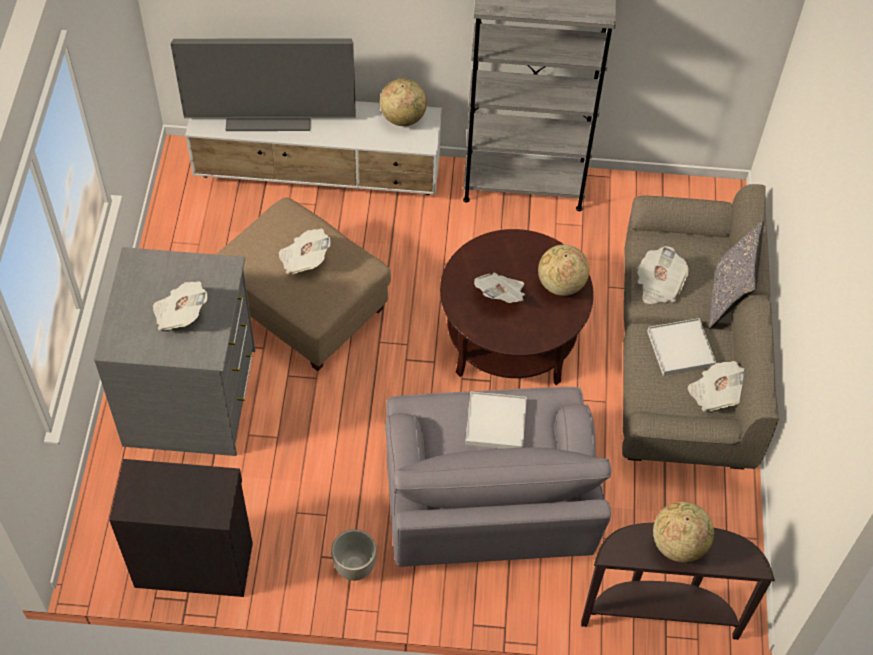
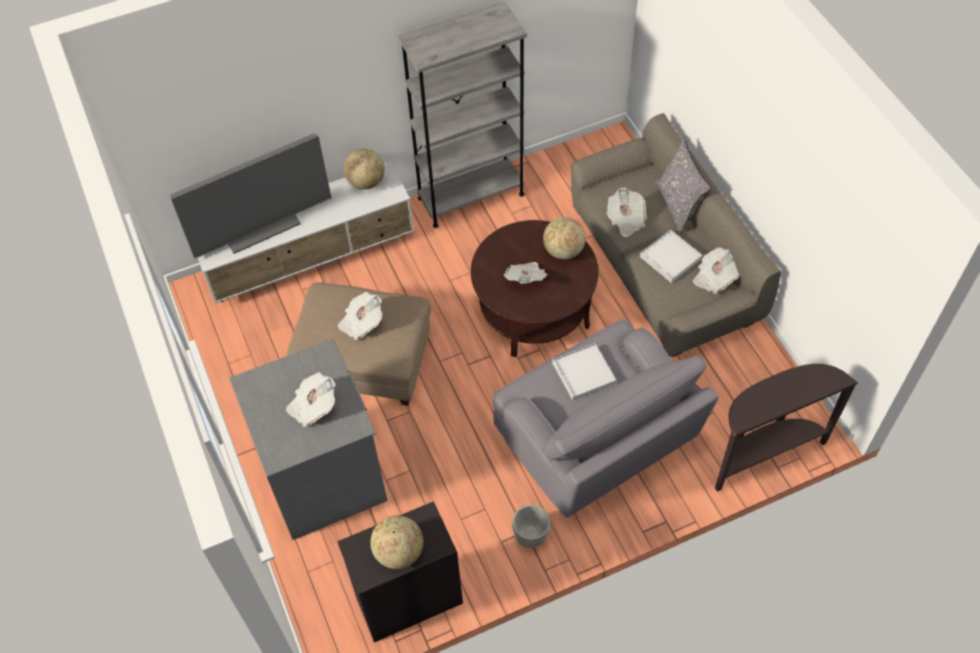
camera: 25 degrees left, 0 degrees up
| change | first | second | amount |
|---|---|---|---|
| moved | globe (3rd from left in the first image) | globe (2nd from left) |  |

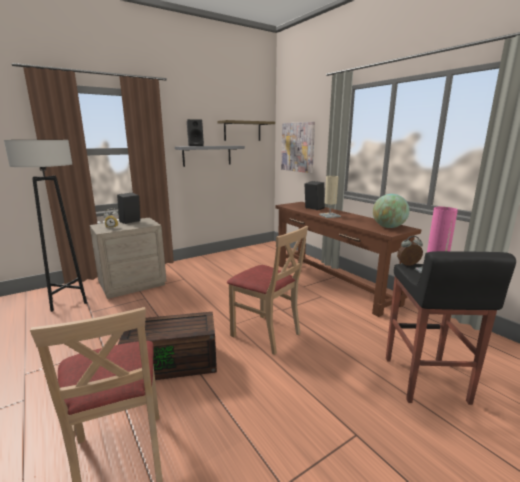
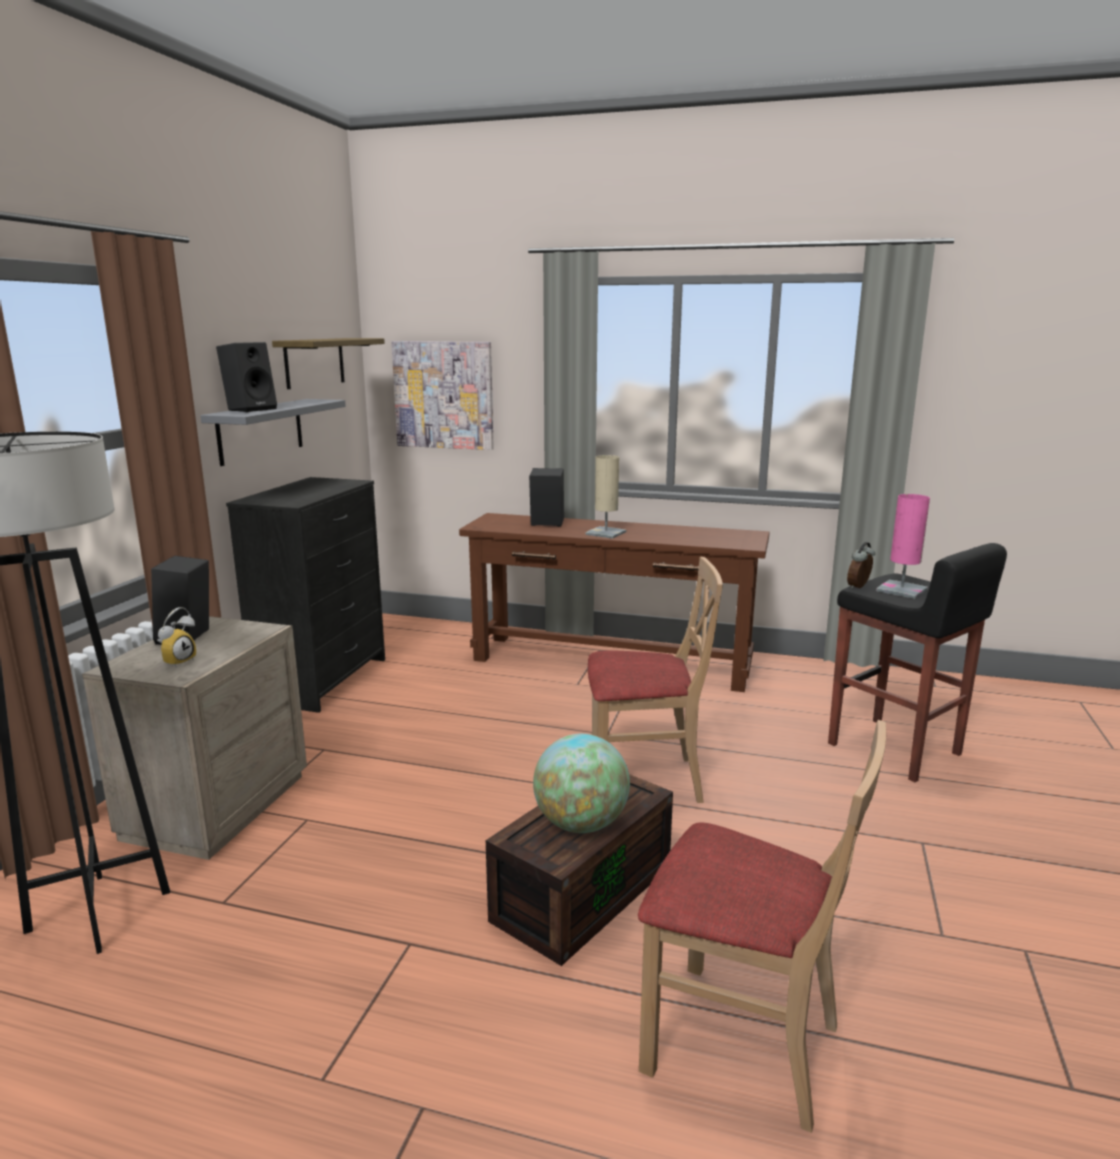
camera: 40 degrees left, 0 degrees up
| change | first | second | amount |
|---|---|---|---|
| added |  | commode/noir |  |
| moved | globe |  |  |

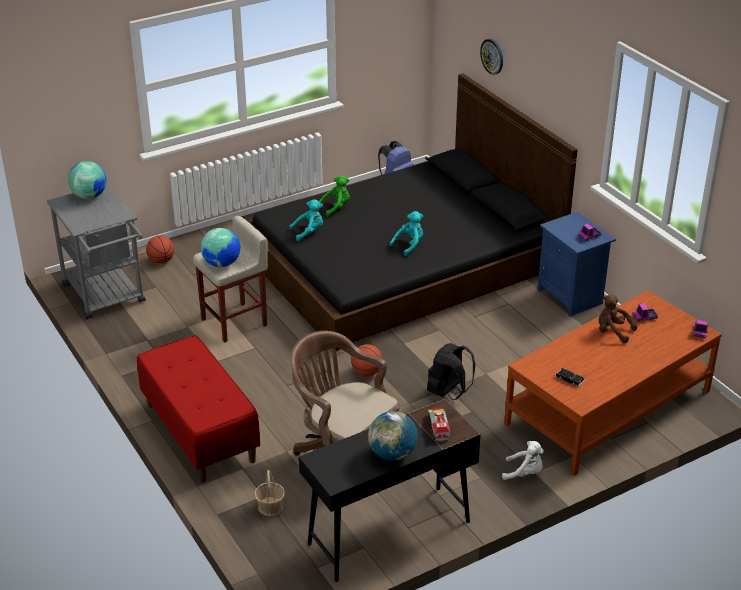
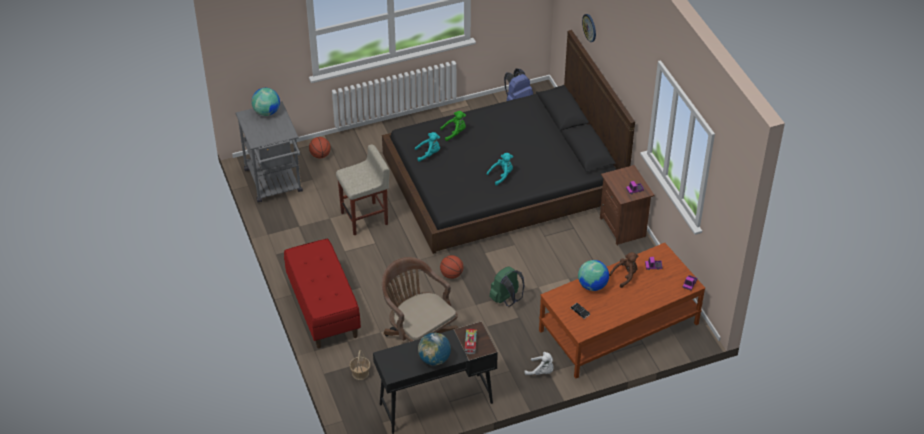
camera: 10 degrees right, 10 degrees up
| change | first | second | amount |
|---|---|---|---|
| recoloured | sac à dos/noir | sac à dos/vert |  |
| moved | globe (2nd from left in the first image) | globe (3rd from left) |  |
| recoloured | table de chevet/bleu | table de chevet/marron |  |
| turned | peluche/marron |  | 105 degrees clockwise |

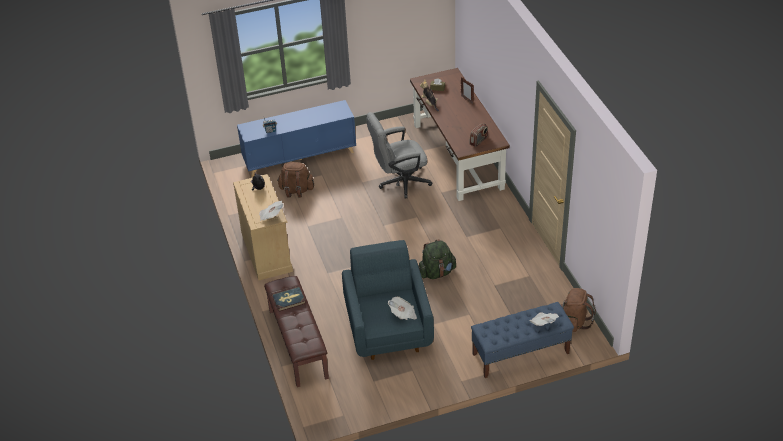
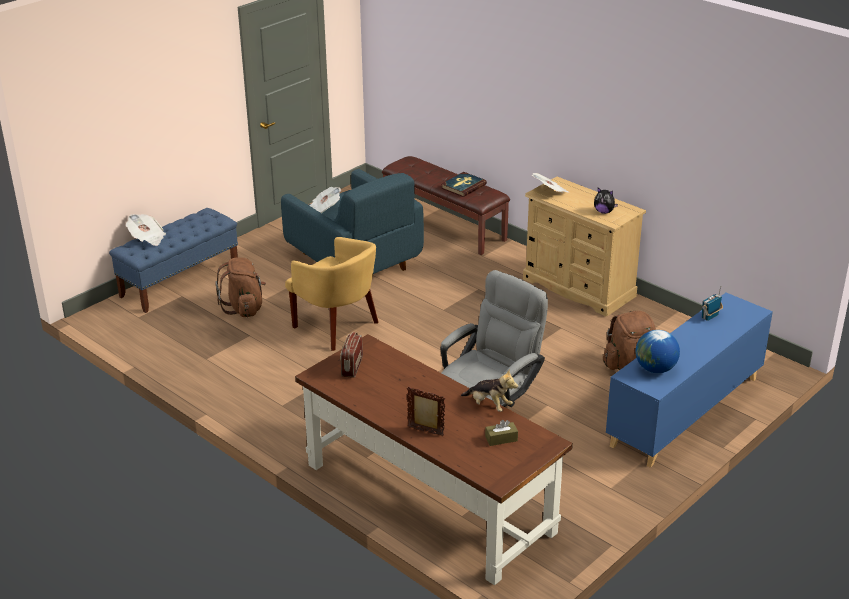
camera: 150 degrees right, 10 degrees down
| change | first | second | amount |
|---|---|---|---|
| moved | sac à dos/marron (2nd from left in the first image) | sac à dos/marron (1st from left) |  |
| replaced | sac à dos/vert | fauteuil/jaune |  |
| added |  | globe |  |

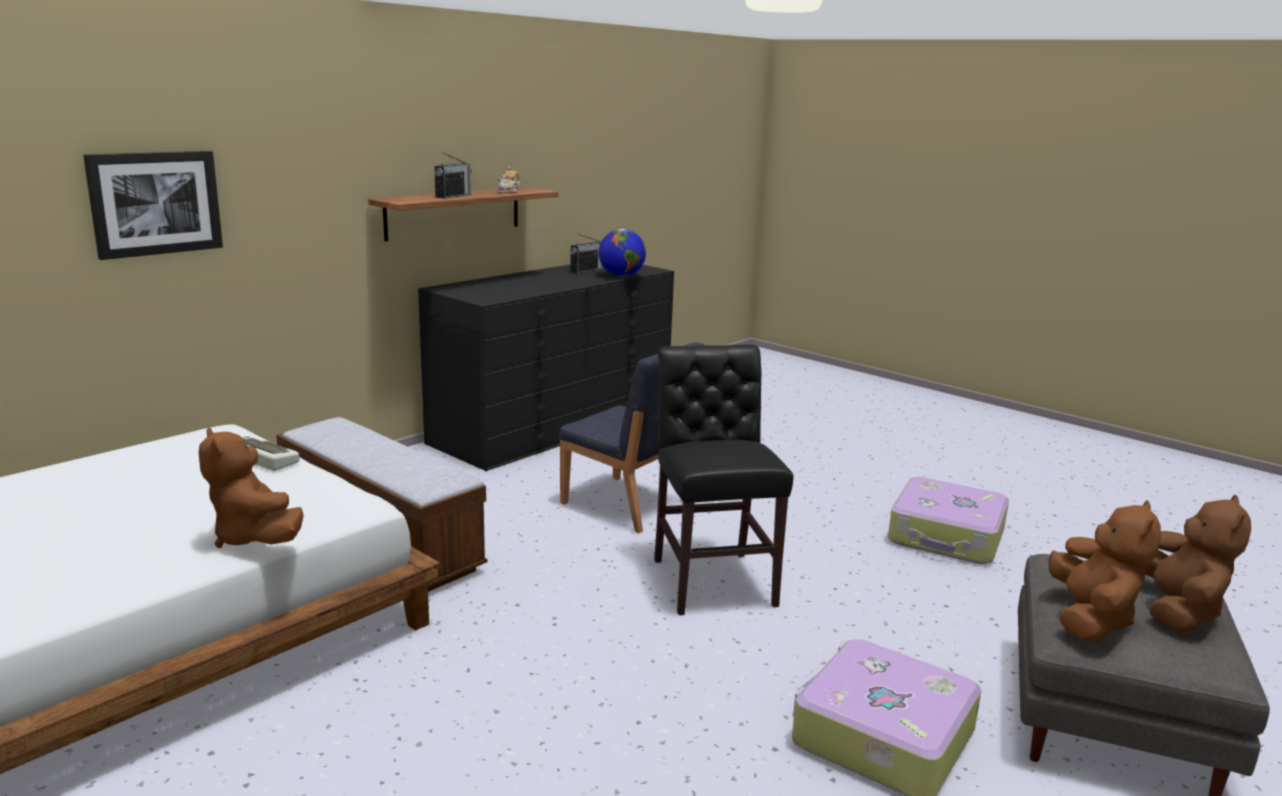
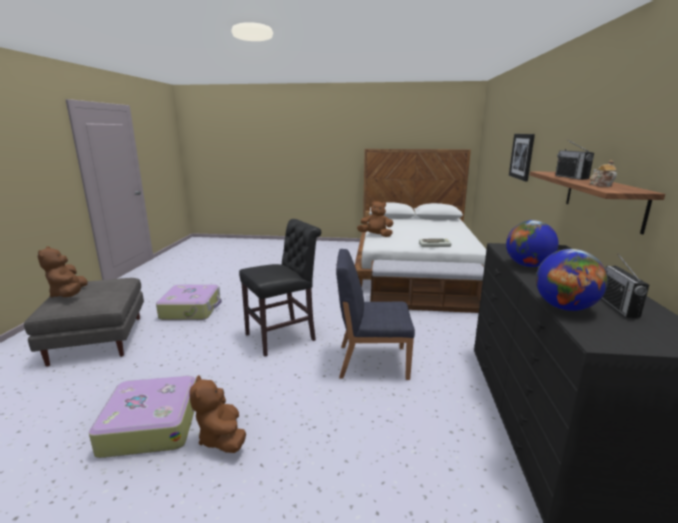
camera: 145 degrees right, 0 degrees up
| change | first | second | amount |
|---|---|---|---|
| moved | peluche/marron (2nd from left) |  |  |
| turned | chaise/noir |  | 75 degrees counterclockwise |
| added |  | globe (1st from left) |  |

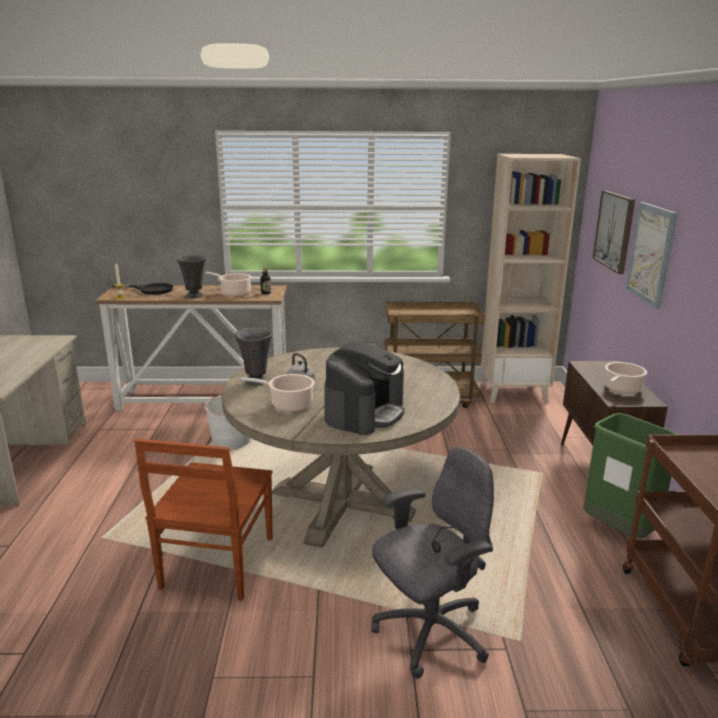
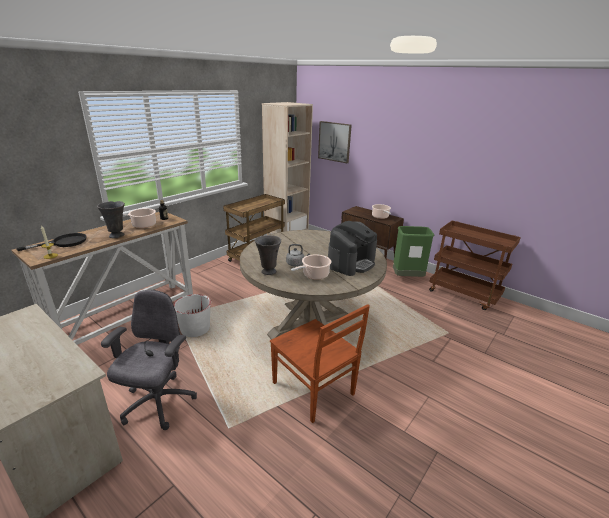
camera: 50 degrees left, 5 degrees up
| change | first | second | amount |
|---|---|---|---|
| moved | chaise de bureau/gris |  |  |
| turned | machine à café |  | 60 degrees clockwise |
| removed | tableau (2nd from left) |  |  |

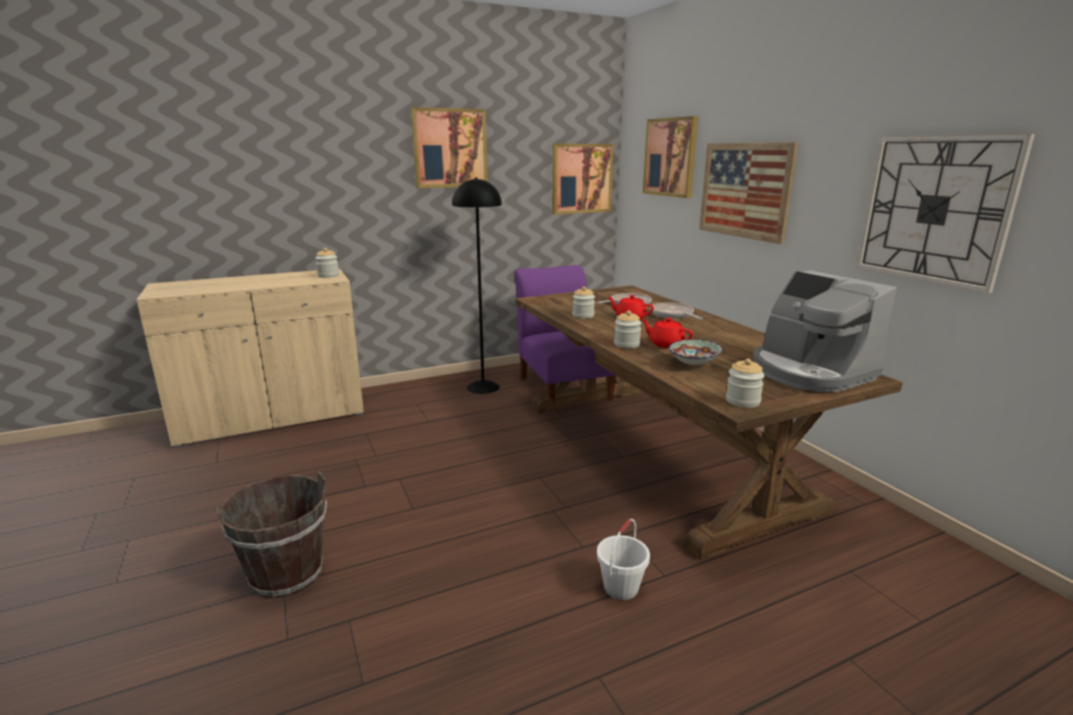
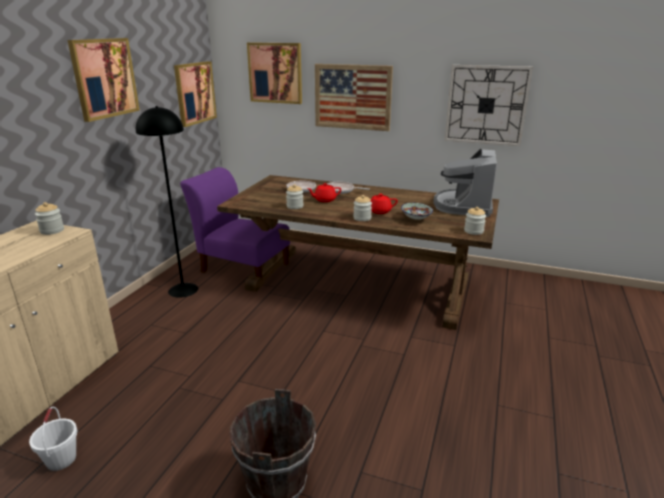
camera: 45 degrees left, 5 degrees up
| change | first | second | amount |
|---|---|---|---|
| moved | seau/blanc |  |  |
| turned | machine à café |  | 90 degrees clockwise |

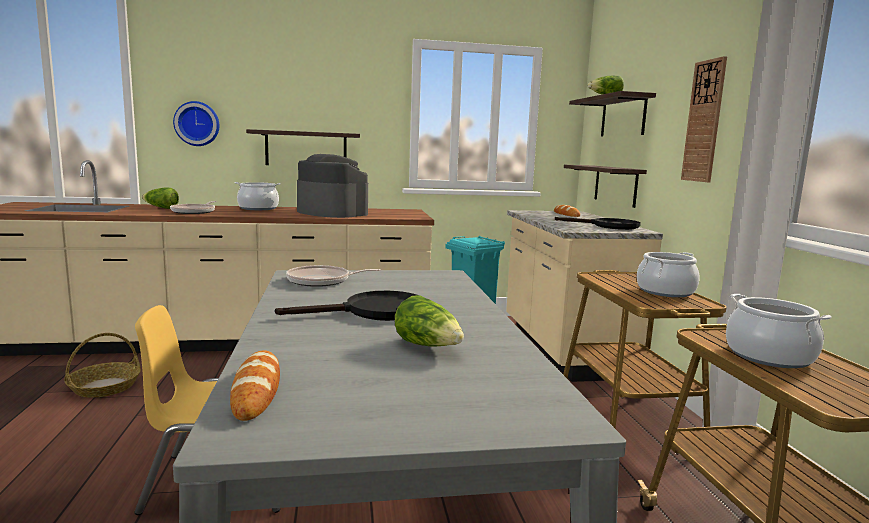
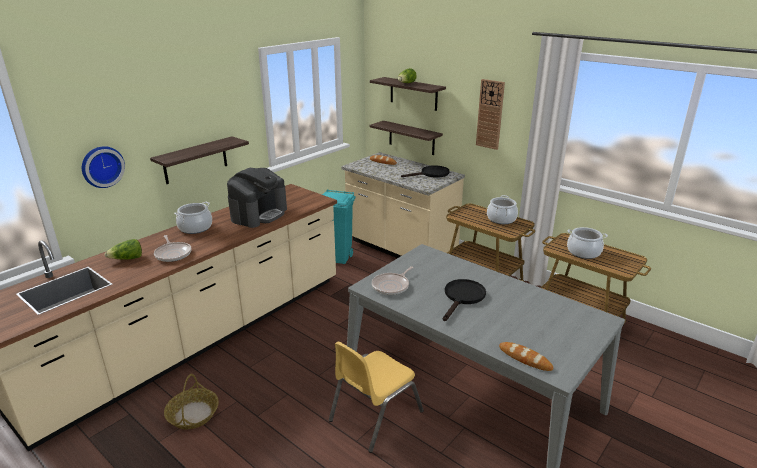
camera: 40 degrees left, 15 degrees up
| change | first | second | amount |
|---|---|---|---|
| turned | machine à café |  | 120 degrees clockwise |
| removed | laitue (2nd from left) |  |  |

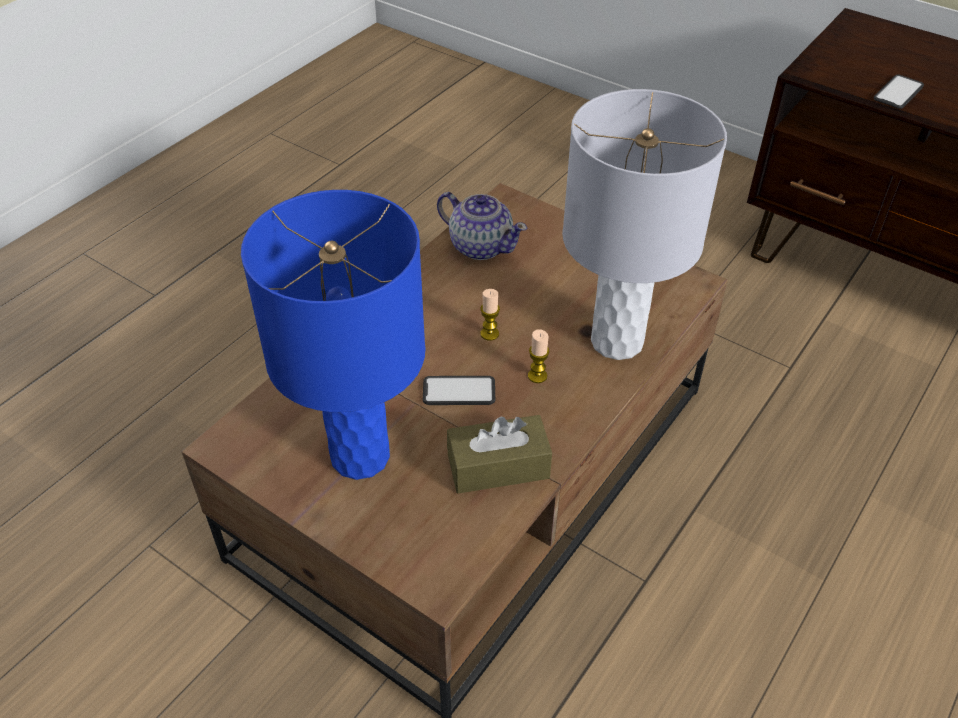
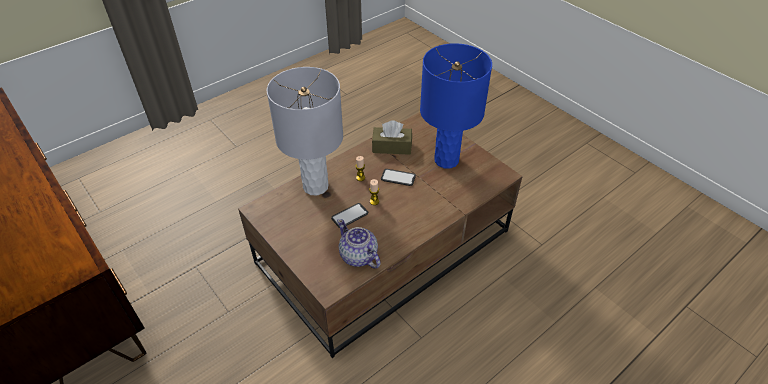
camera: 165 degrees left, 0 degrees up
| change | first | second | amount |
|---|---|---|---|
| moved | téléphone (2nd from left in the first image) | téléphone (1st from left) |  |

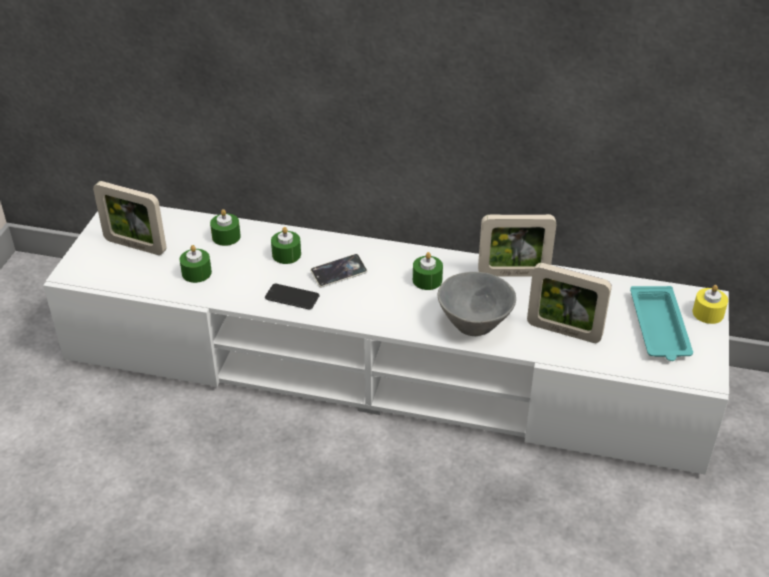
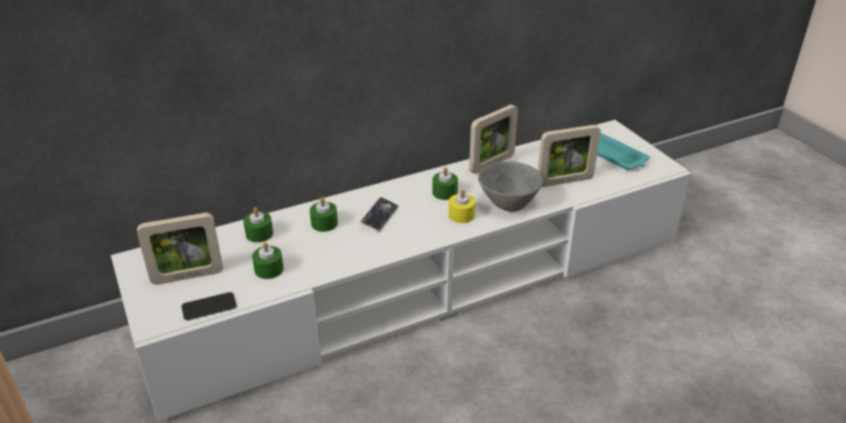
camera: 40 degrees left, 5 degrees down
| change | first | second | amount |
|---|---|---|---|
| moved | téléphone (1st from left) |  |  |
| moved | bougie/jaune |  |  |

